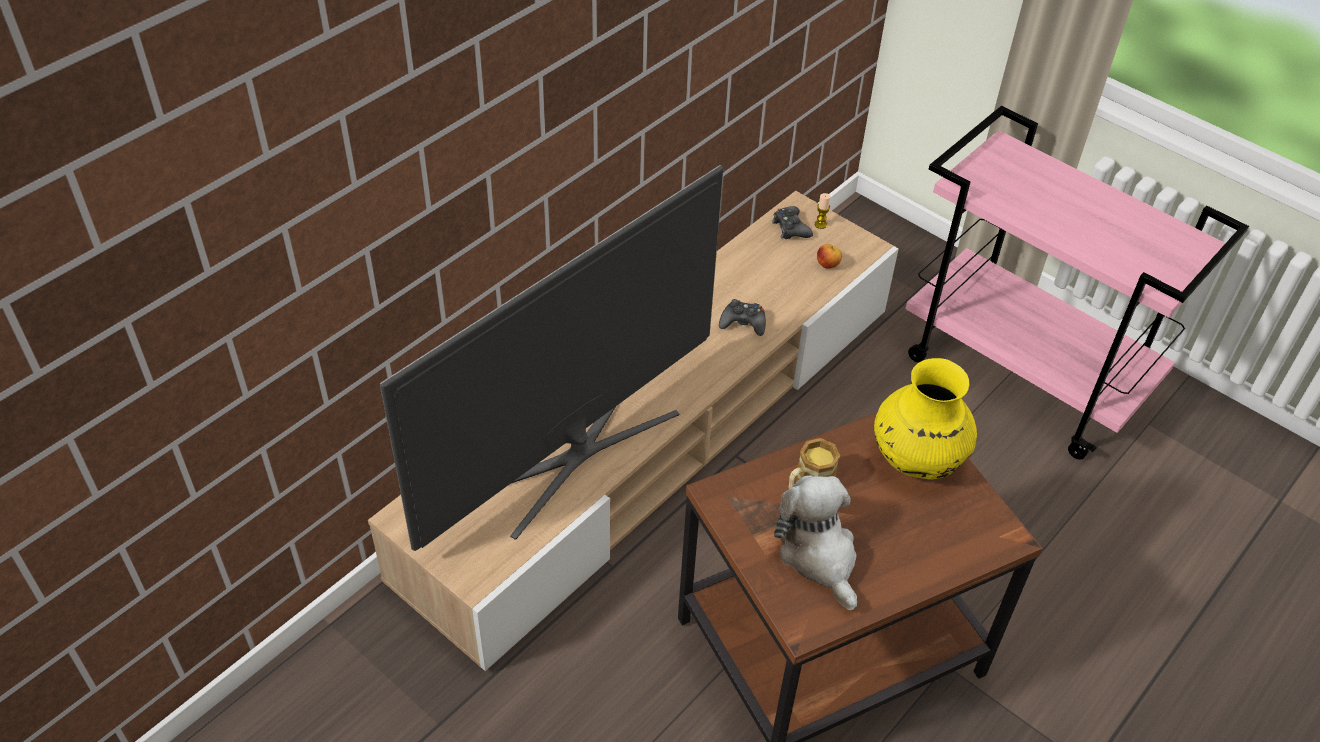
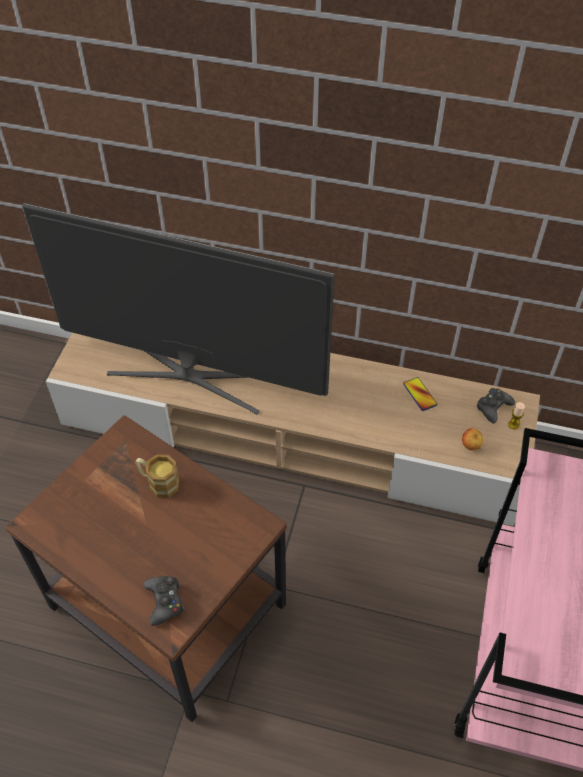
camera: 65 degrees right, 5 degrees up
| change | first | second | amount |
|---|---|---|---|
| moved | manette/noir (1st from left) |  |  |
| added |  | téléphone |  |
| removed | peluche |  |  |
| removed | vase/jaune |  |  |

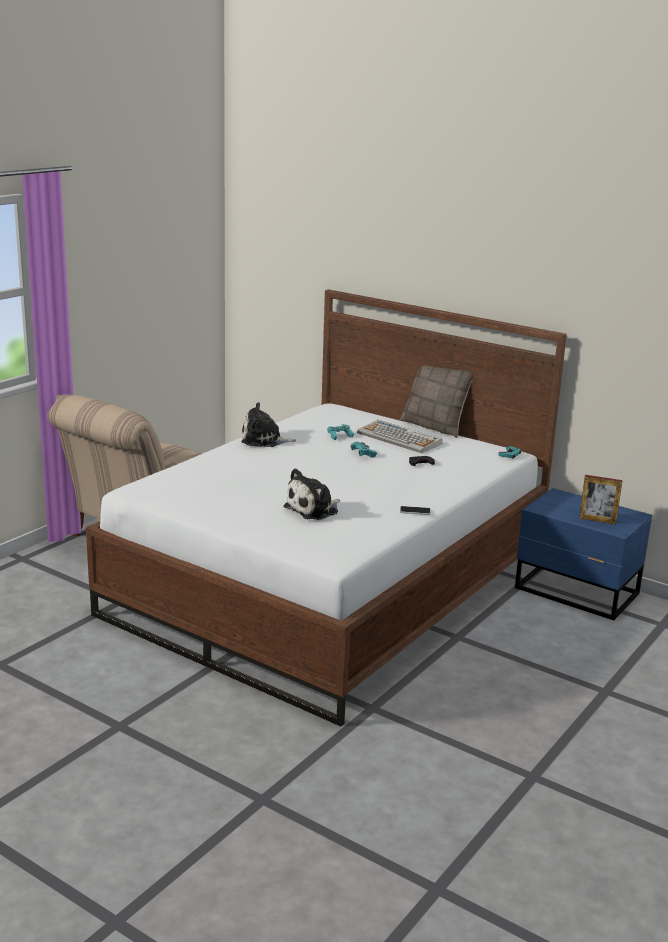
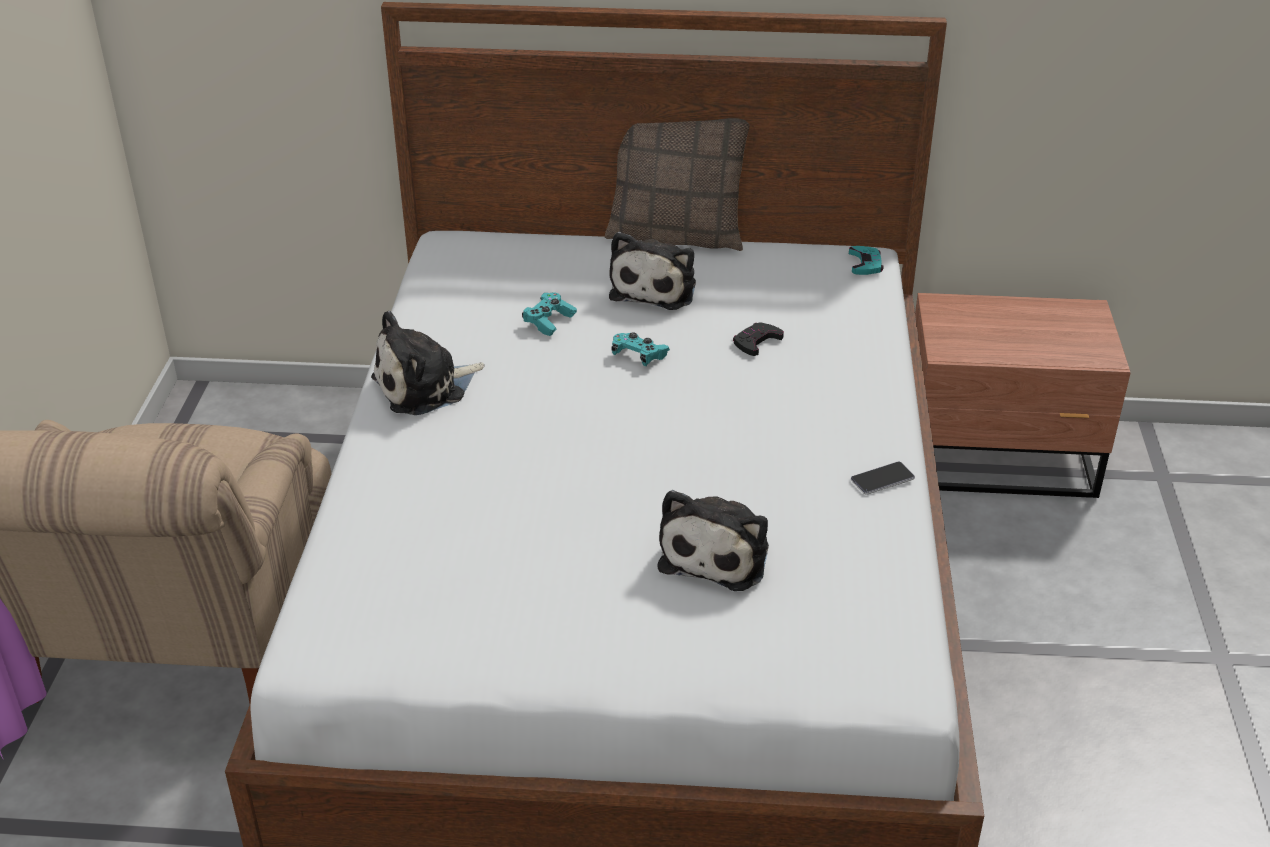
camera: 30 degrees left, 15 degrees up
| change | first | second | amount |
|---|---|---|---|
| replaced | clavier | peluche (2nd from left) |  |
| recoloured | table de chevet/bleu | table de chevet/marron |  |
| removed | cadre photo |  |  |

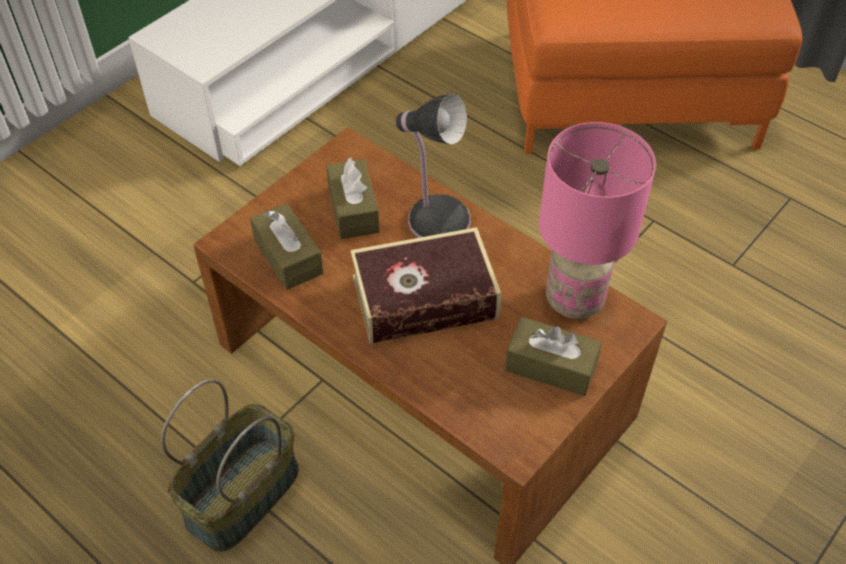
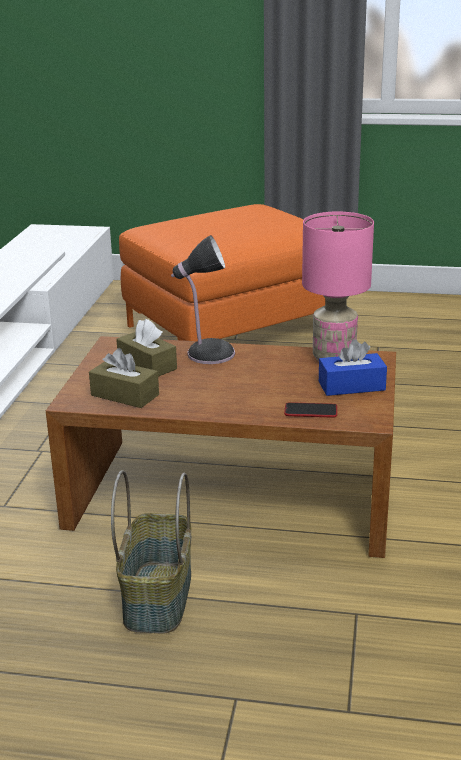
camera: 30 degrees left, 25 degrees down
| change | first | second | amount |
|---|---|---|---|
| added |  | téléphone |  |
| recoloured | boîte à mouchoirs/marron (3rd from left) | boîte à mouchoirs/bleu |  |
| removed | livre |  |  |

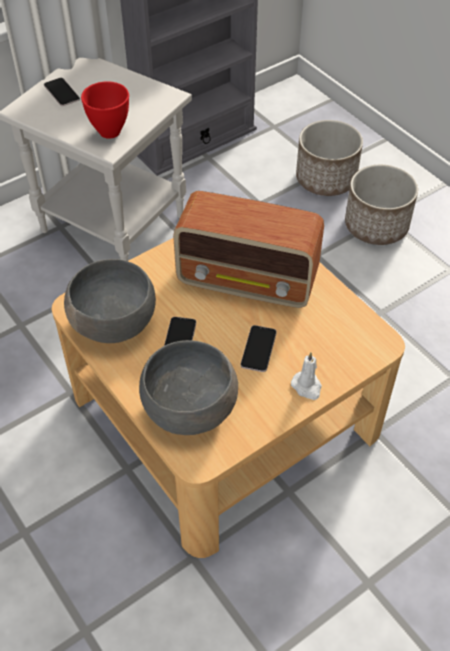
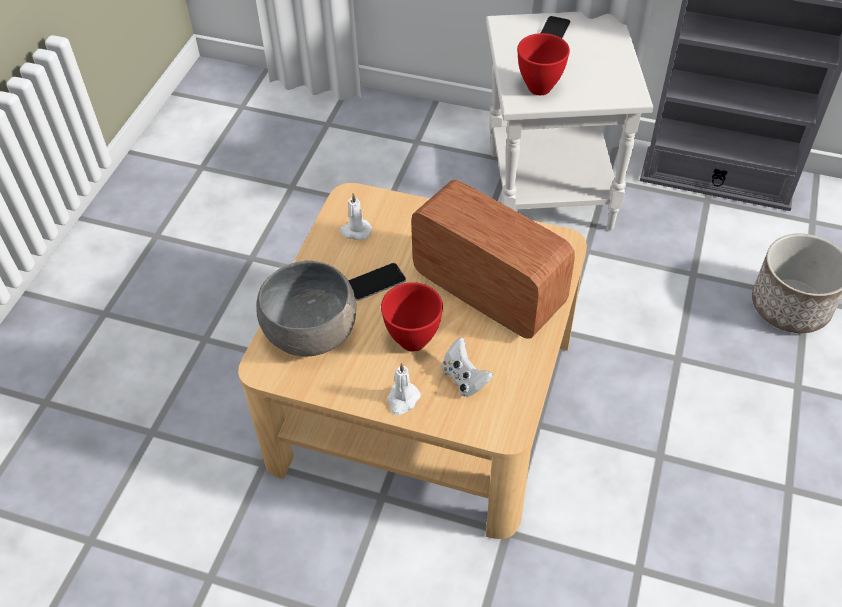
camera: 55 degrees right, 0 degrees up
| change | first | second | amount |
|---|---|---|---|
| replaced | bol/gris (1st from left) | bougie/blanc (1st from left) |  |
| replaced | téléphone (3rd from left) | bol/rouge (1st from left) |  |
| turned | radio |  | 150 degrees clockwise |
| added |  | manette/blanc |  |
| removed | cache-pot (2nd from left) |  |  |

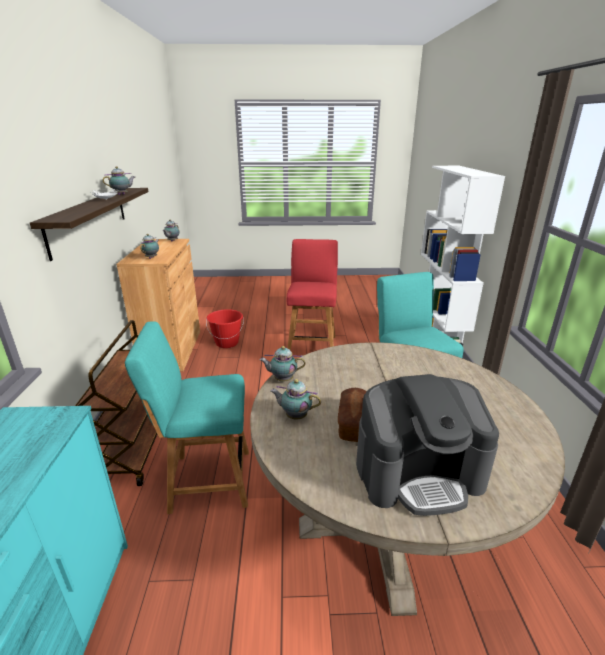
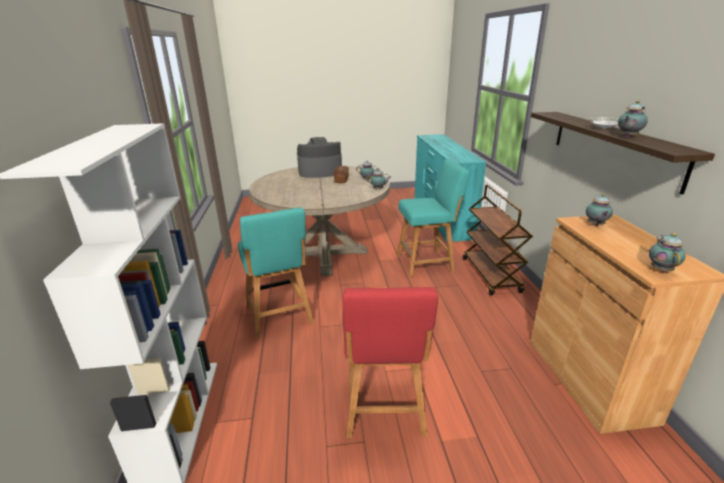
camera: 175 degrees right, 0 degrees up
| change | first | second | amount |
|---|---|---|---|
| removed | seau/rouge |  |  |

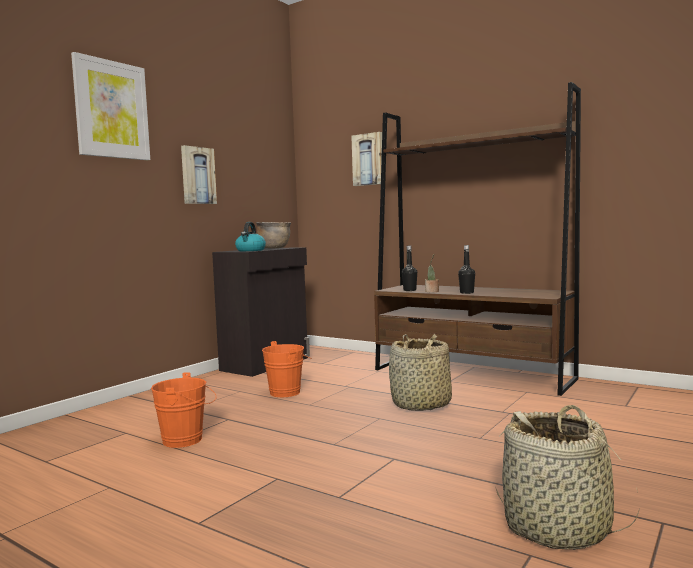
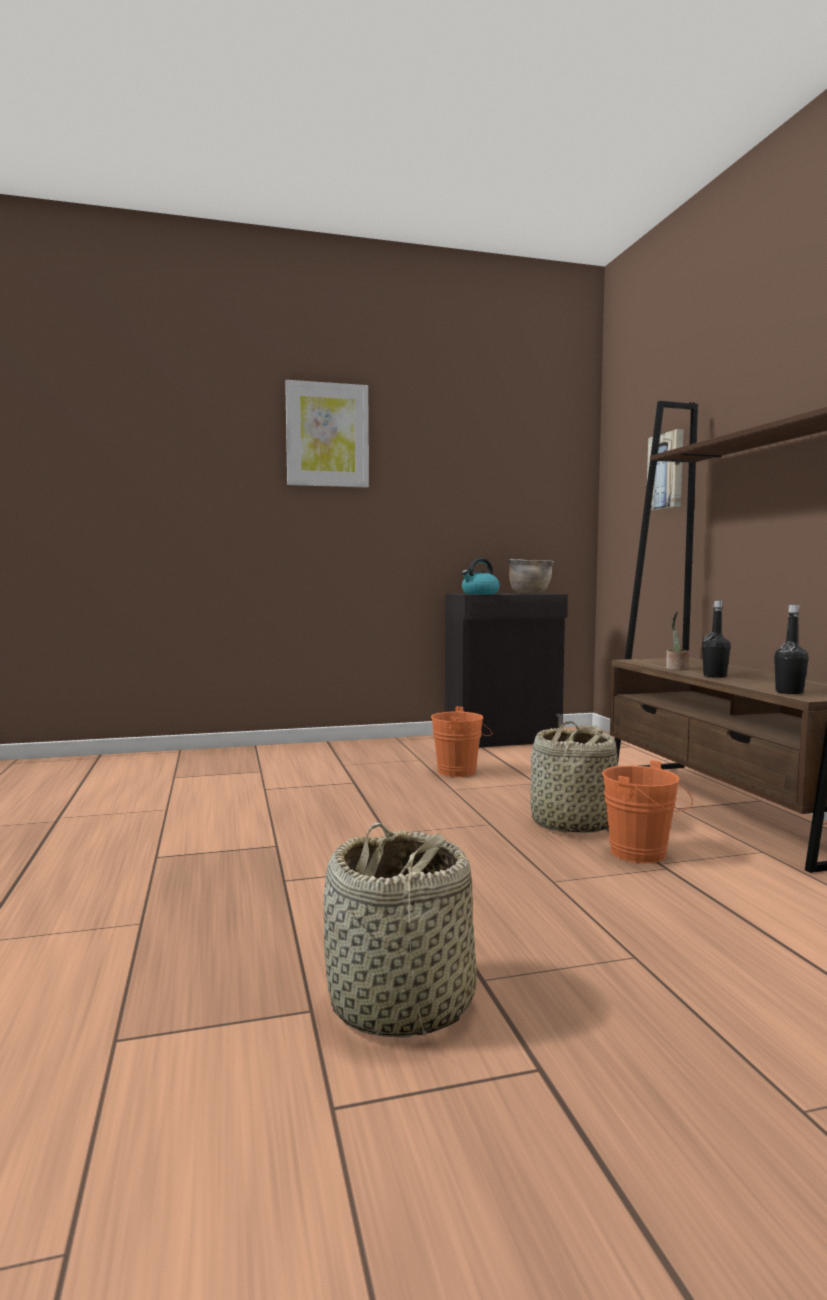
camera: 40 degrees right, 0 degrees up
| change | first | second | amount |
|---|---|---|---|
| moved | seau/orange (1st from left in the first image) | seau/orange (2nd from left) |  |
| moved | bouteille/noir (1st from left in the first image) | bouteille/noir (2nd from left) |  |
| removed | tableau (2nd from left) |  |  |

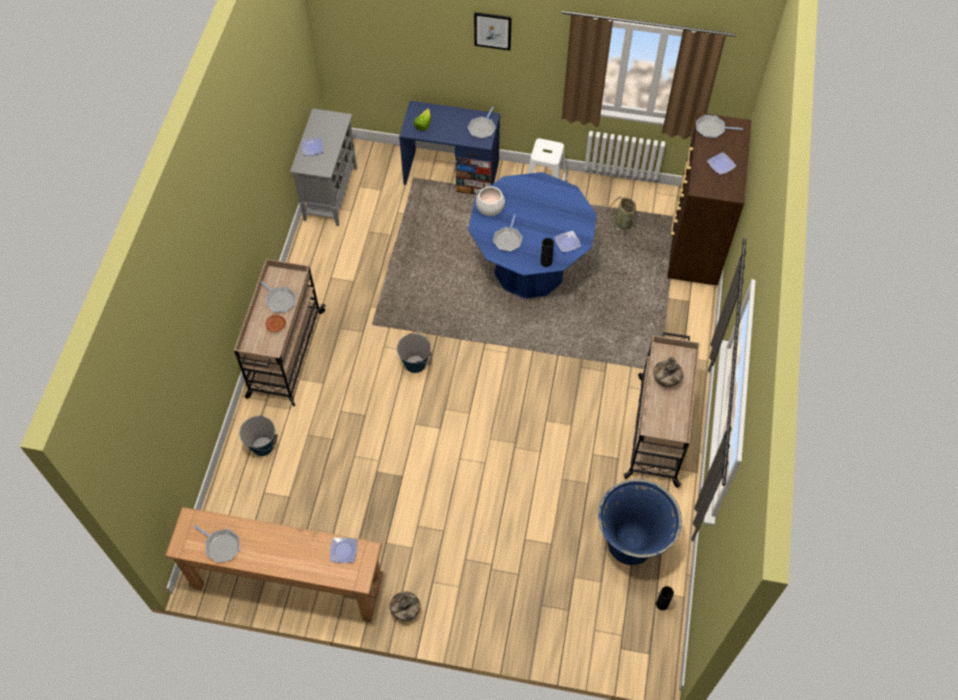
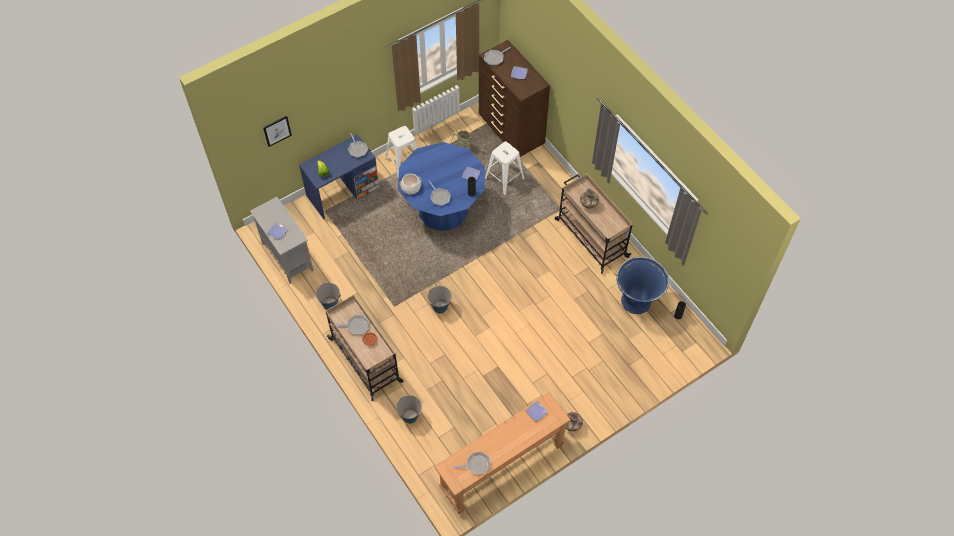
camera: 45 degrees left, 0 degrees up
| change | first | second | amount |
|---|---|---|---|
| moved | tableau |  |  |
| added |  | seau (1st from left) |  |
| added |  | tabouret/blanc (2nd from left) |  |

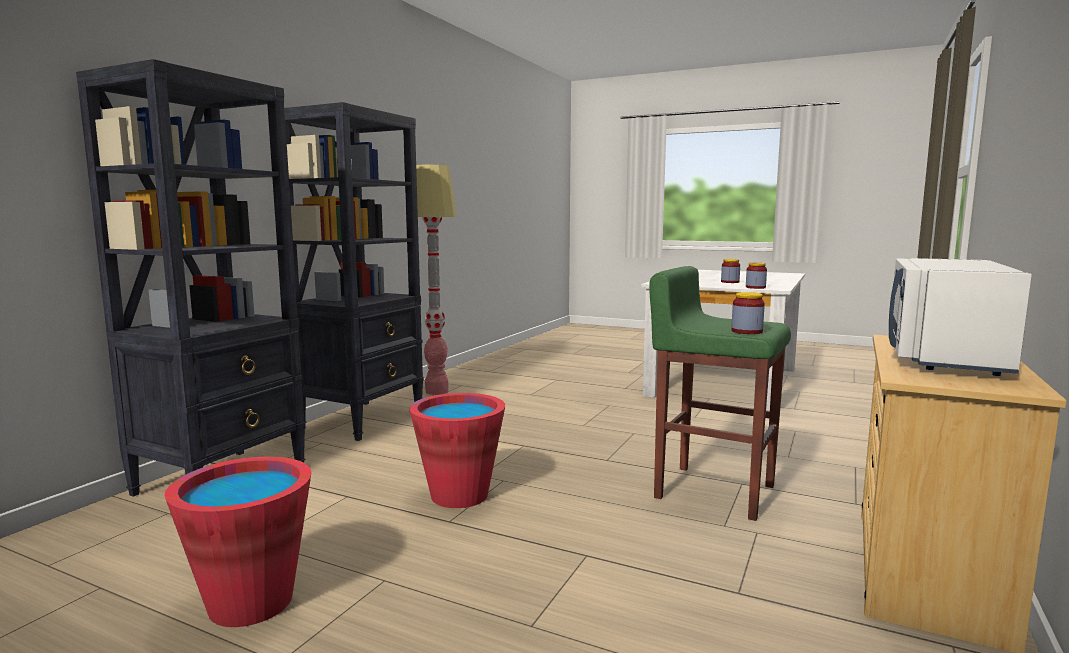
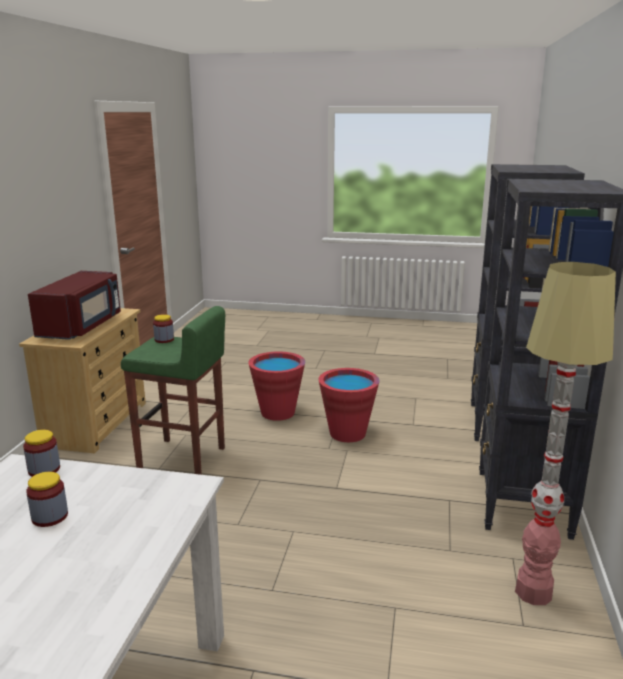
camera: 165 degrees right, 10 degrees up
| change | first | second | amount |
|---|---|---|---|
| recoloured | micro-ondes/blanc | micro-ondes/rouge |  |
| moved | seau/rouge (1st from left) |  |  |

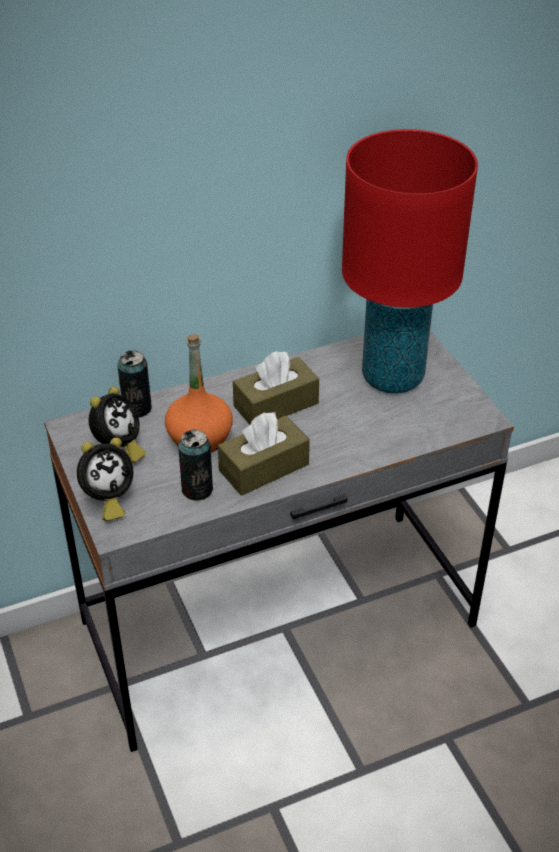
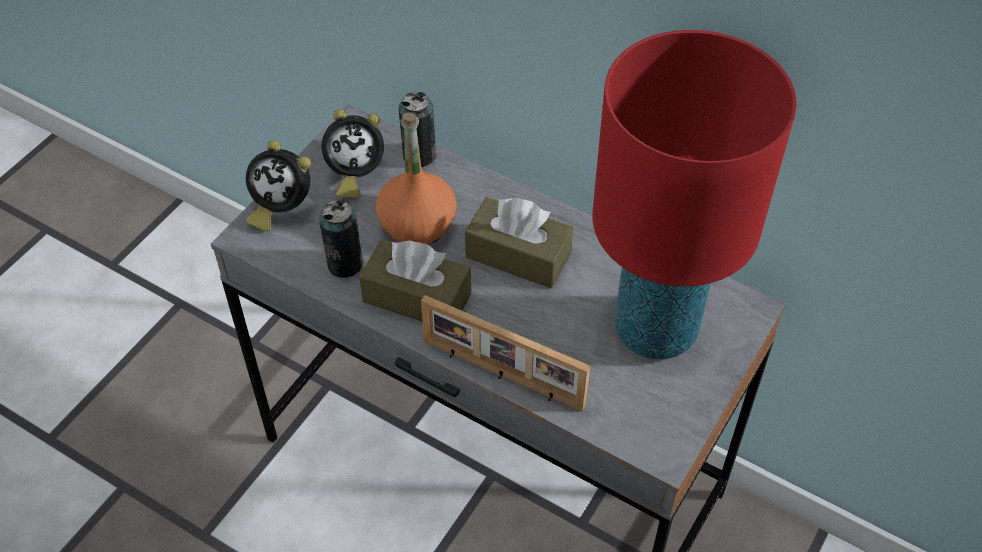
camera: 55 degrees right, 10 degrees up
| change | first | second | amount |
|---|---|---|---|
| added |  | cadre photo |  |

